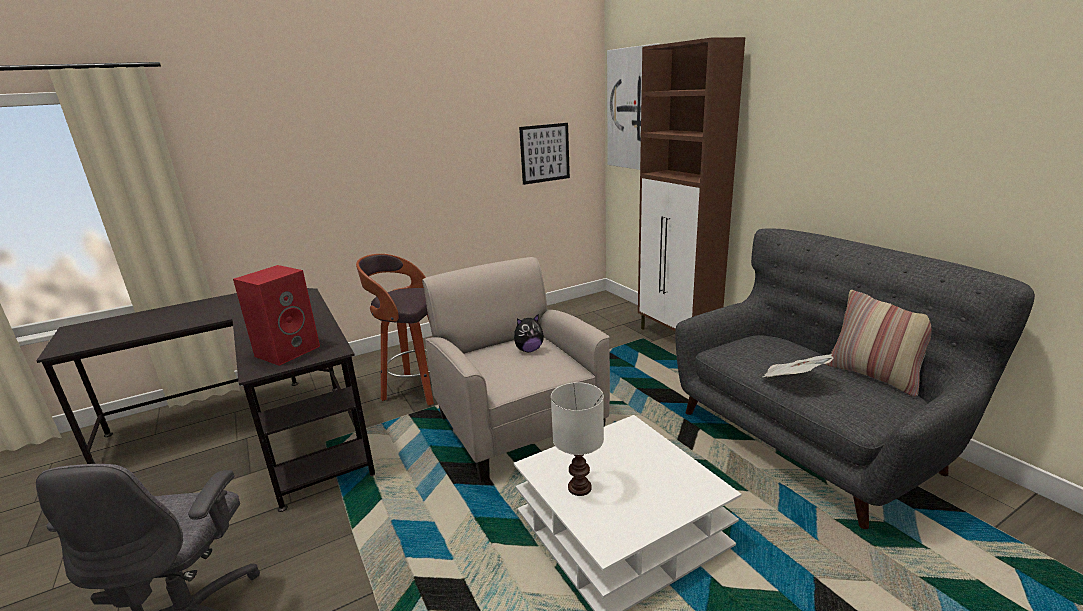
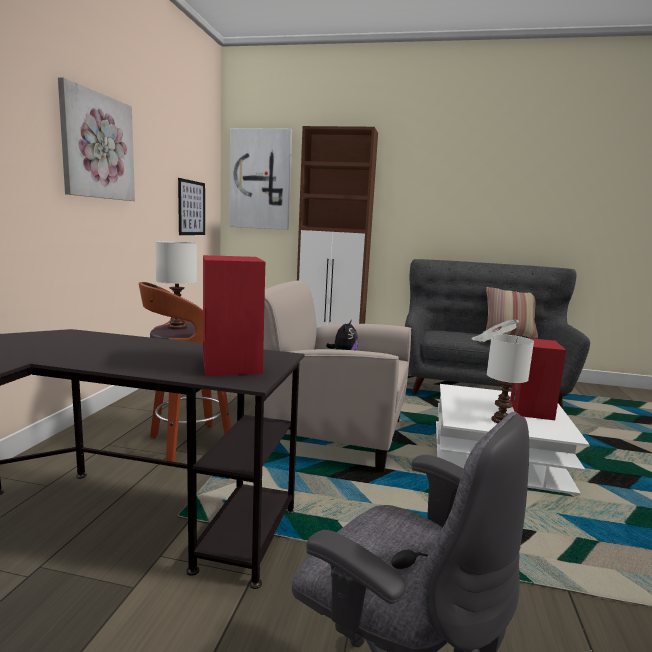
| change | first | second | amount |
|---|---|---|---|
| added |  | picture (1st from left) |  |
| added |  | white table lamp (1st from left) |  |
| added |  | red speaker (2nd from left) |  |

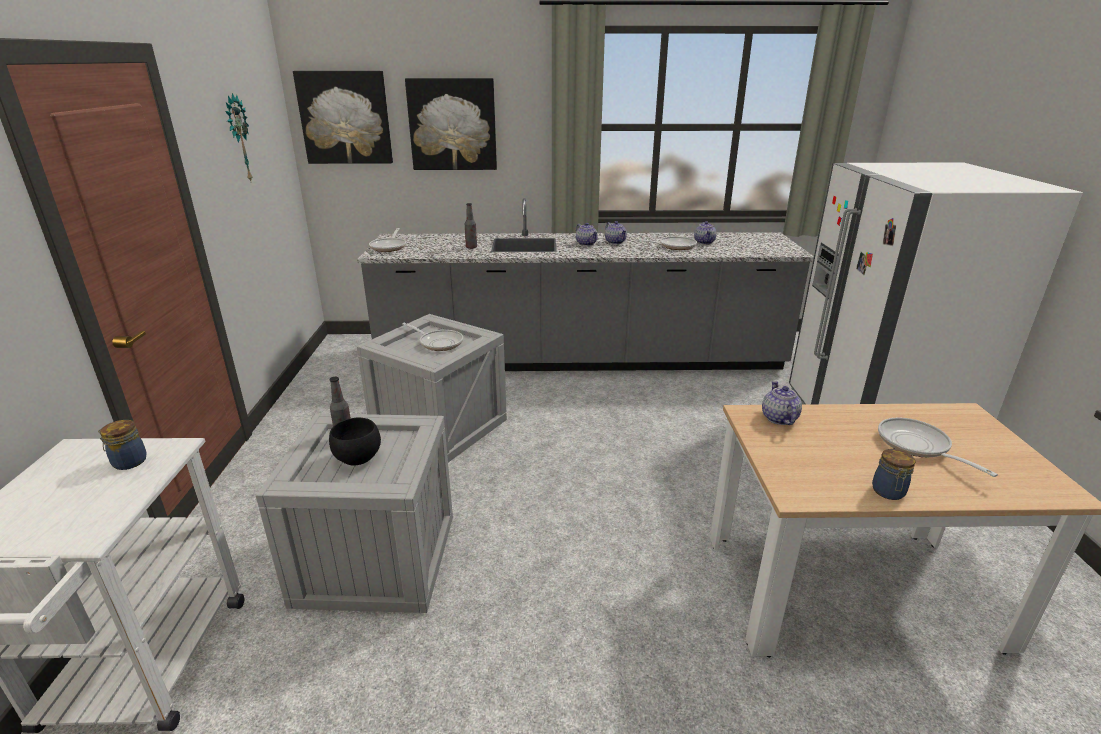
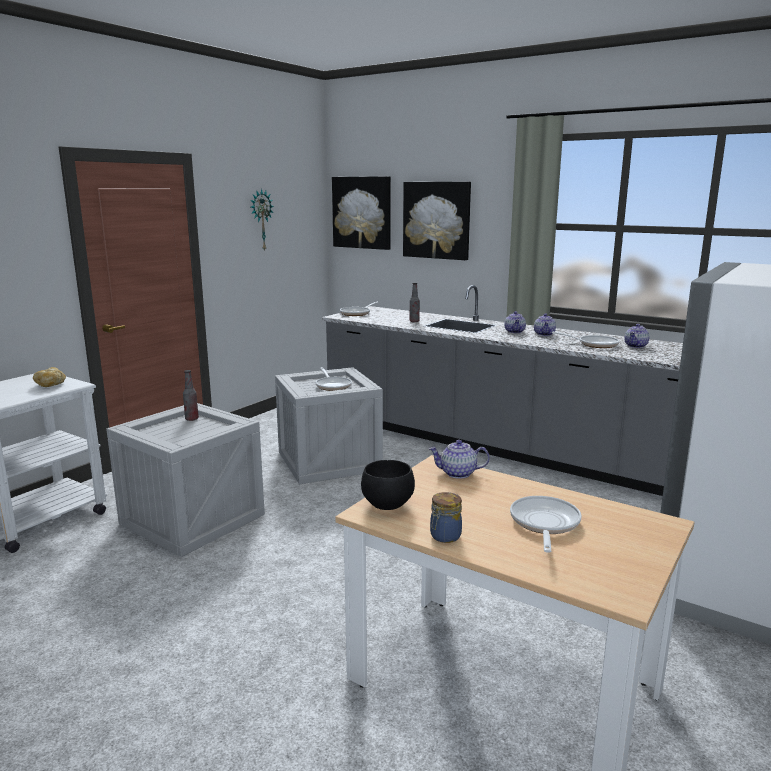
| change | first | second | amount |
|---|---|---|---|
| turned | teapot (4th from left in the first image) | teapot (1st from left) | 120 degrees counterclockwise |
| moved | black bowl |  |  |
| replaced | jar (1st from left) | bread |  |

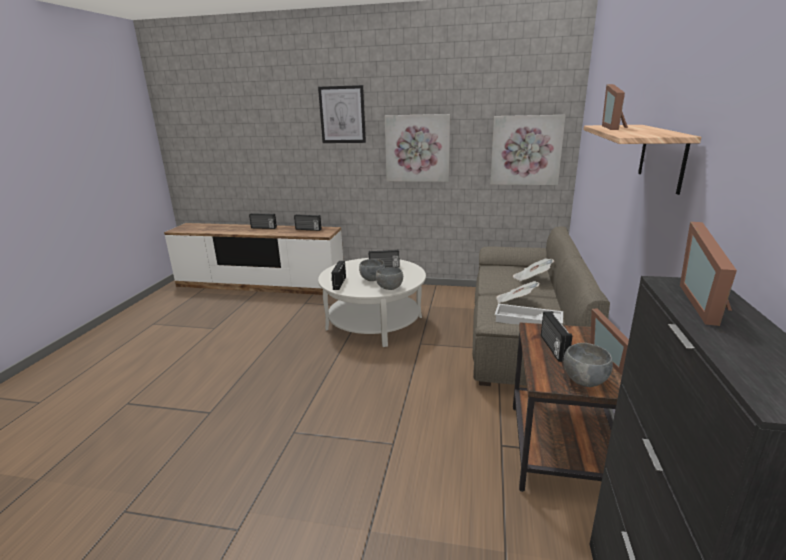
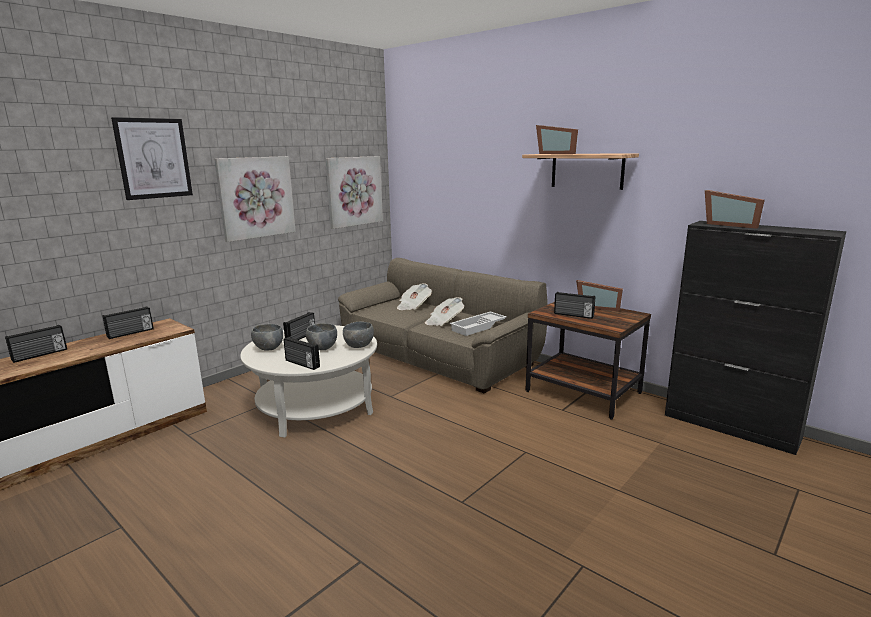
| change | first | second | amount |
|---|---|---|---|
| moved | grey bowl (3rd from left in the first image) | grey bowl (1st from left) |  |

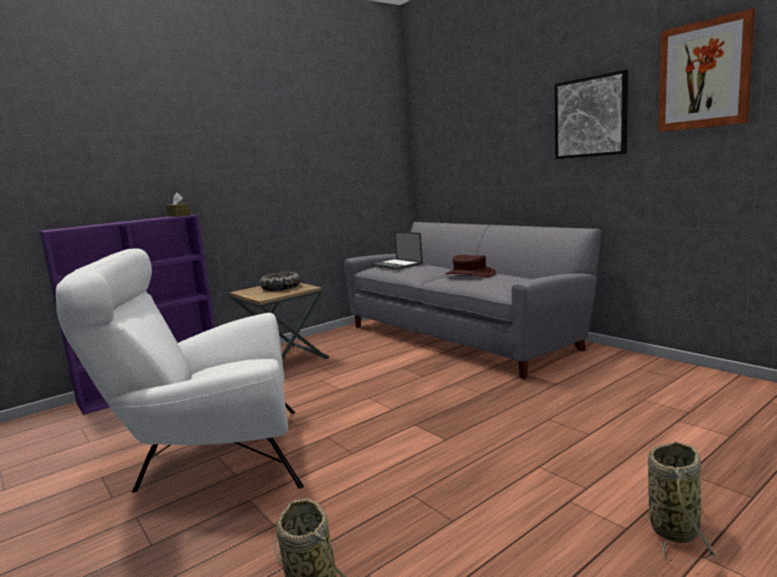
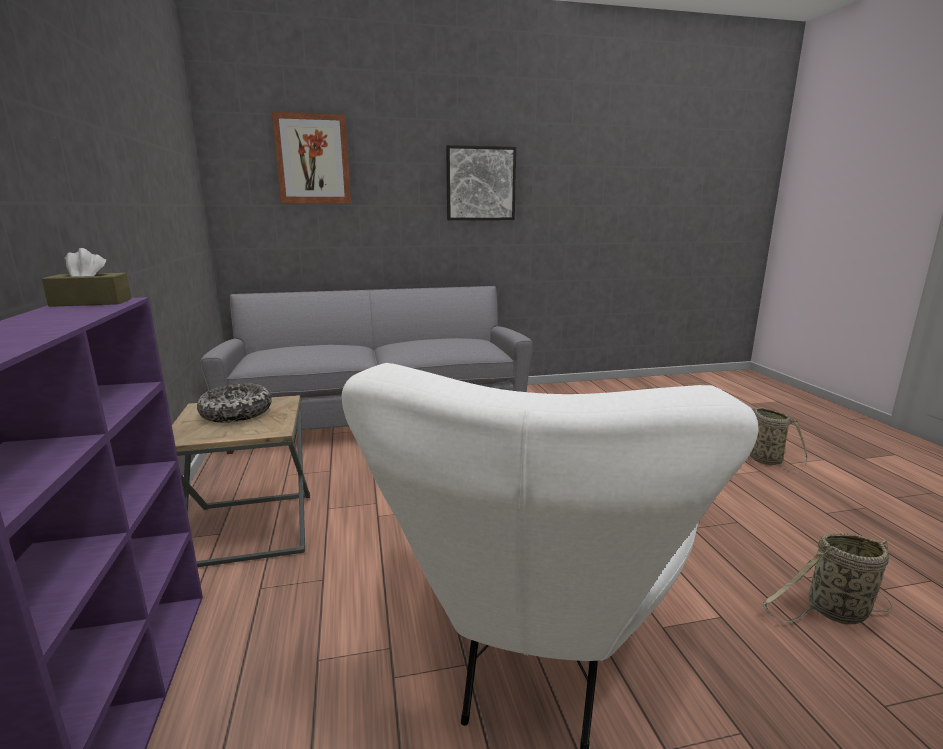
| change | first | second | amount |
|---|---|---|---|
| moved | picture (2nd from left in the first image) | picture (1st from left) |  |
| removed | laptop |  |  |
| removed | brown hat |  |  |

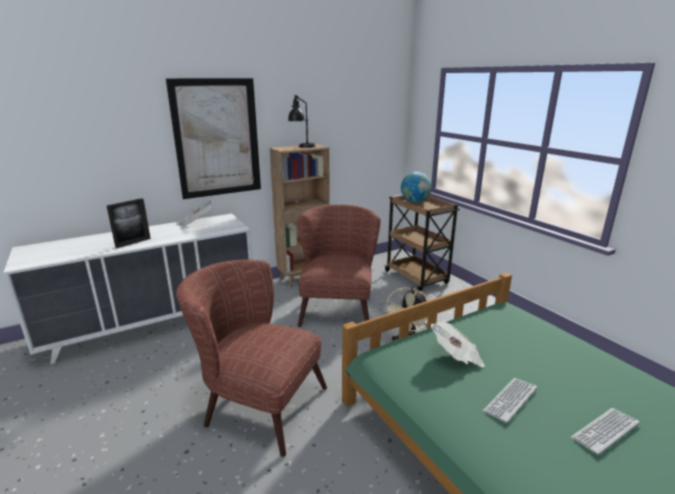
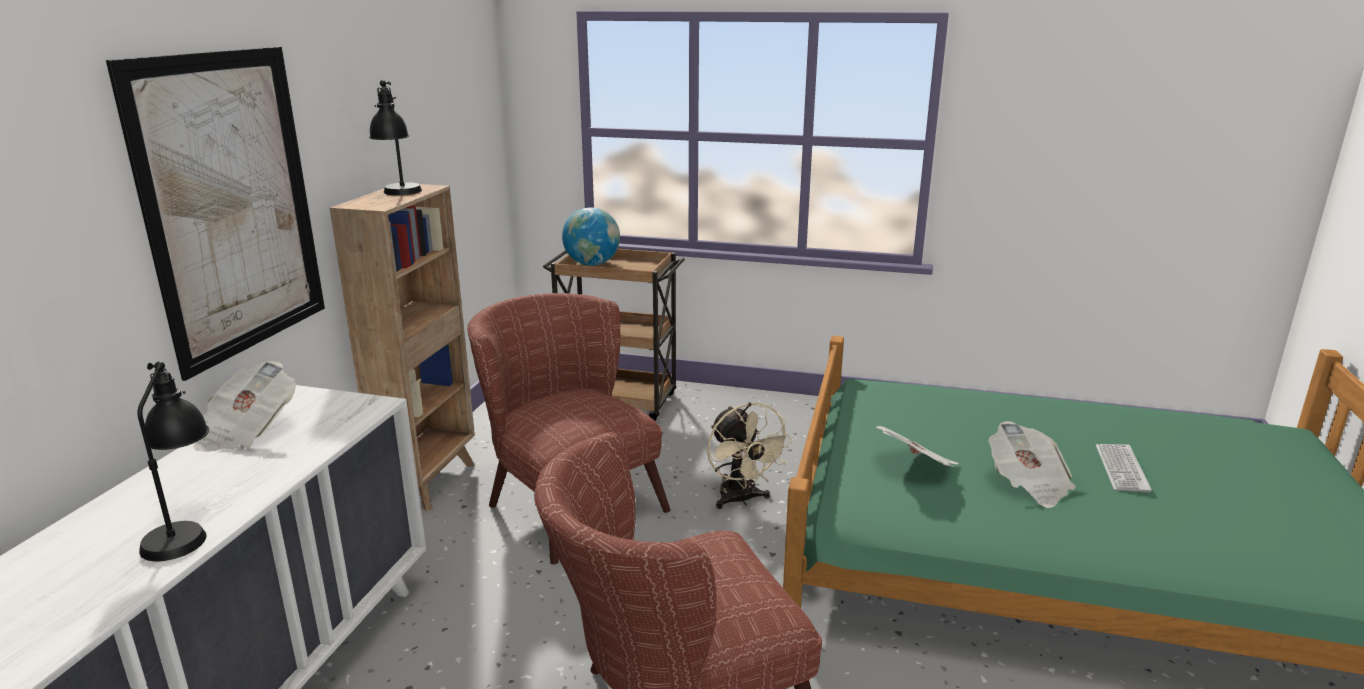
| change | first | second | amount |
|---|---|---|---|
| replaced | picture frame | black table lamp (1st from left) |  |
| replaced | keyboard (1st from left) | newspaper (3rd from left) |  |

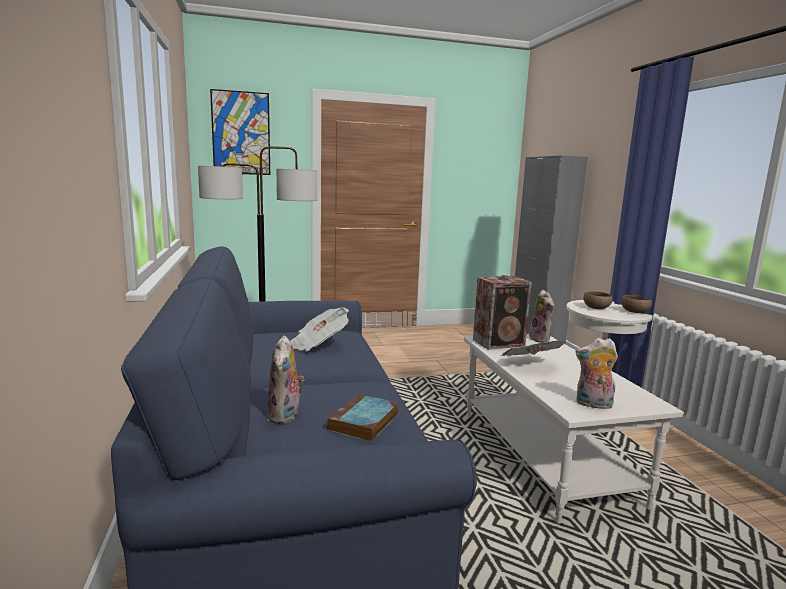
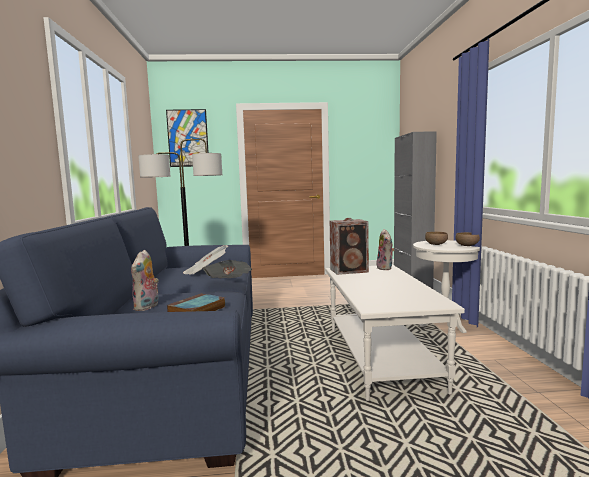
| change | first | second | amount |
|---|---|---|---|
| removed | plush toy (3rd from left) |  |  |
| moved | newspaper (2nd from left) |  |  |

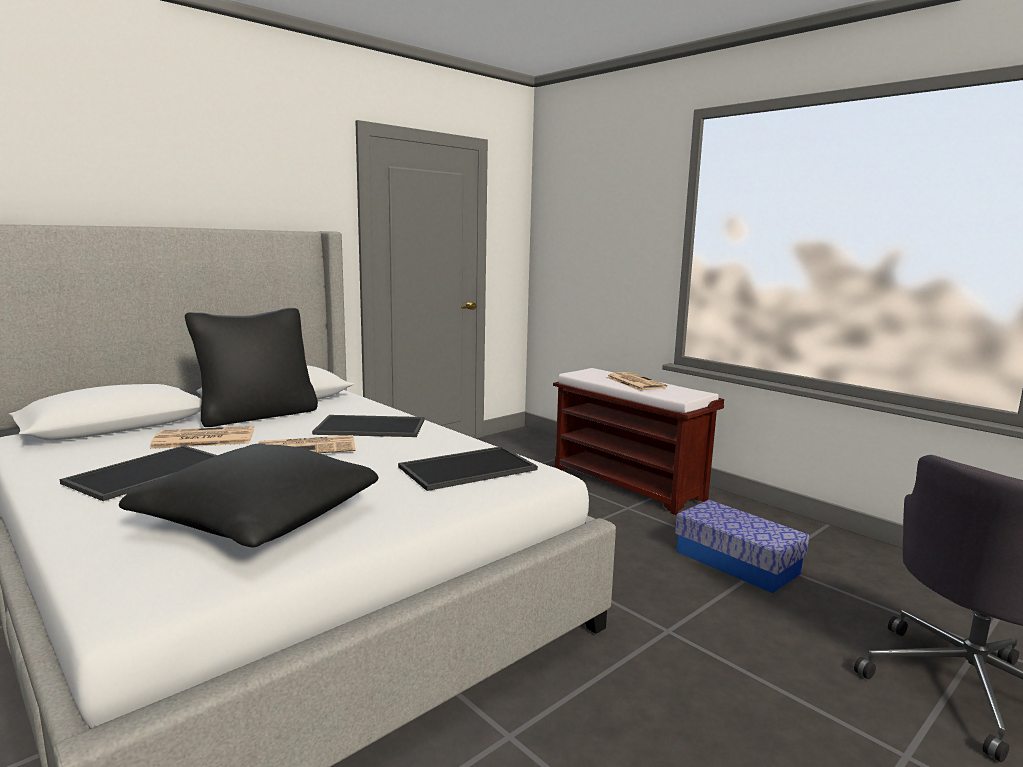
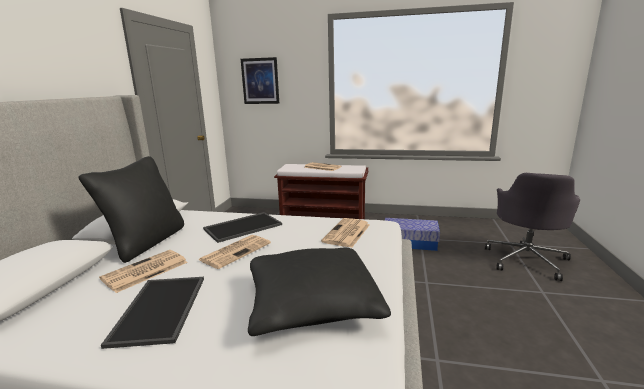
| change | first | second | amount |
|---|---|---|---|
| replaced | tray (3rd from left) | newspaper (4th from left) |  |
| added |  | picture |  |

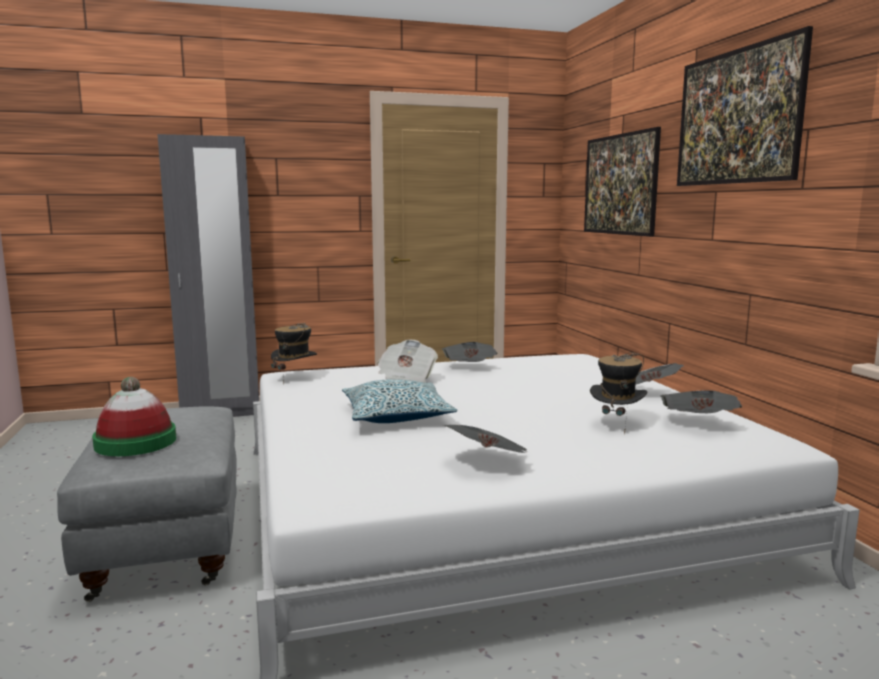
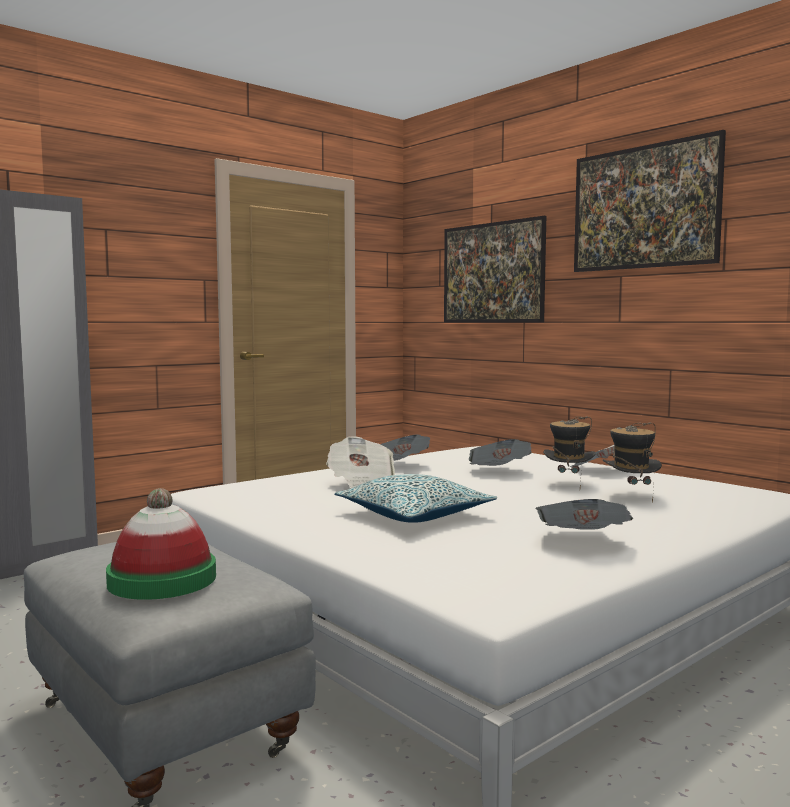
| change | first | second | amount |
|---|---|---|---|
| moved | hat (2nd from left) |  |  |
| moved | newspaper (5th from left in the first image) | newspaper (3rd from left) |  |

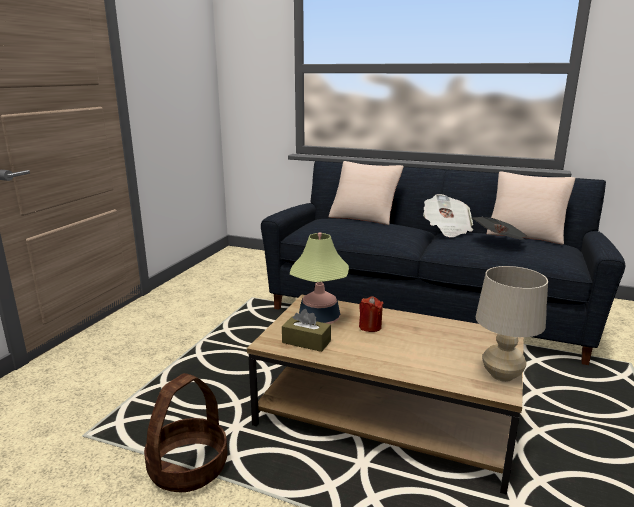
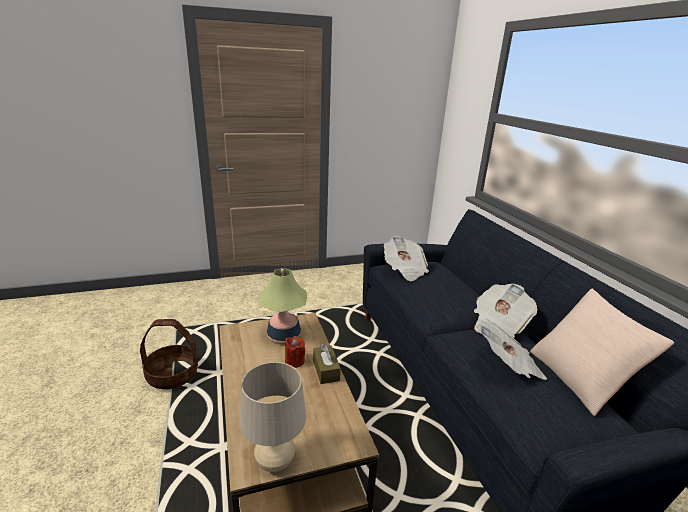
| change | first | second | amount |
|---|---|---|---|
| removed | beige pillow (1st from left) |  |  |
| moved | brown tissue box |  |  |
| added |  | newspaper (1st from left) |  |

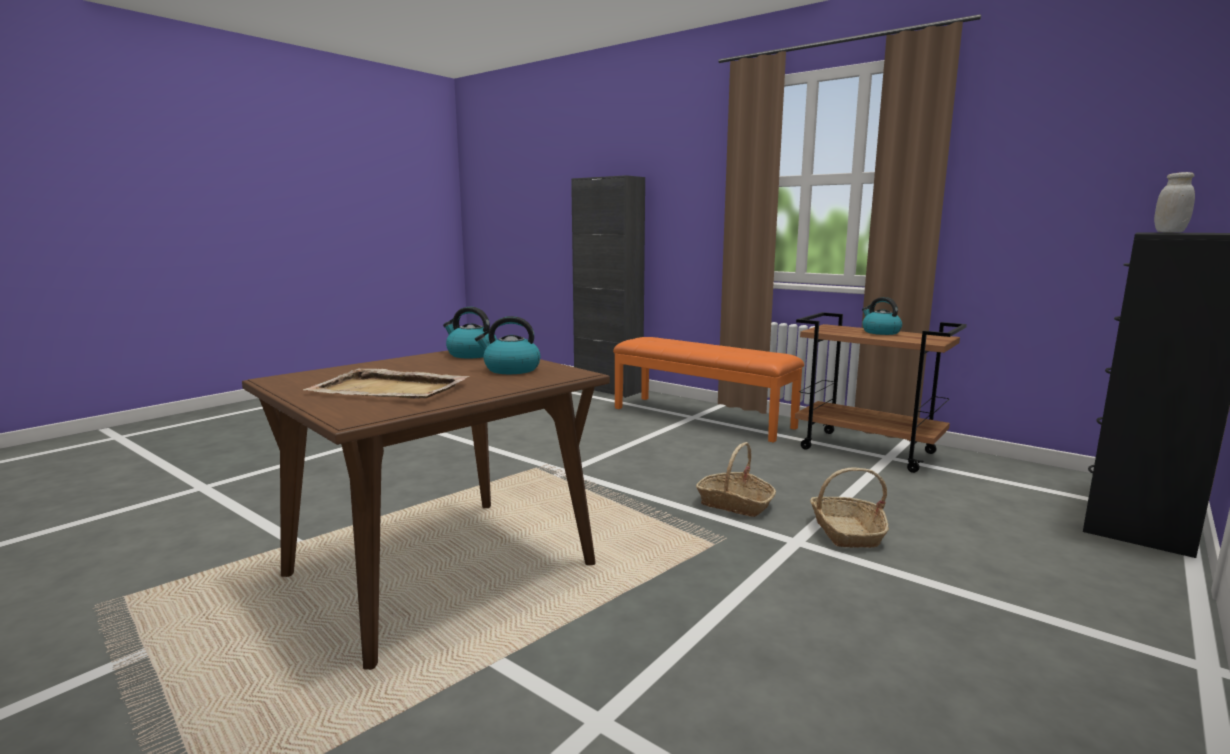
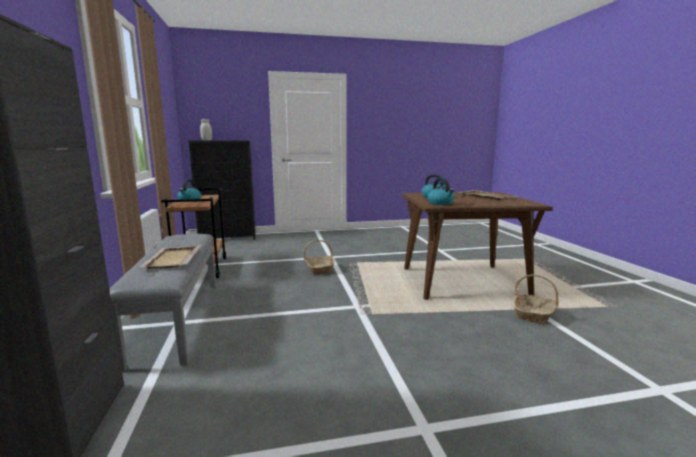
| change | first | second | amount |
|---|---|---|---|
| recoloured | orange bench | grey bench |  |
| moved | basket (2nd from left) |  |  |
| added |  | beige tray (1st from left) |  |

